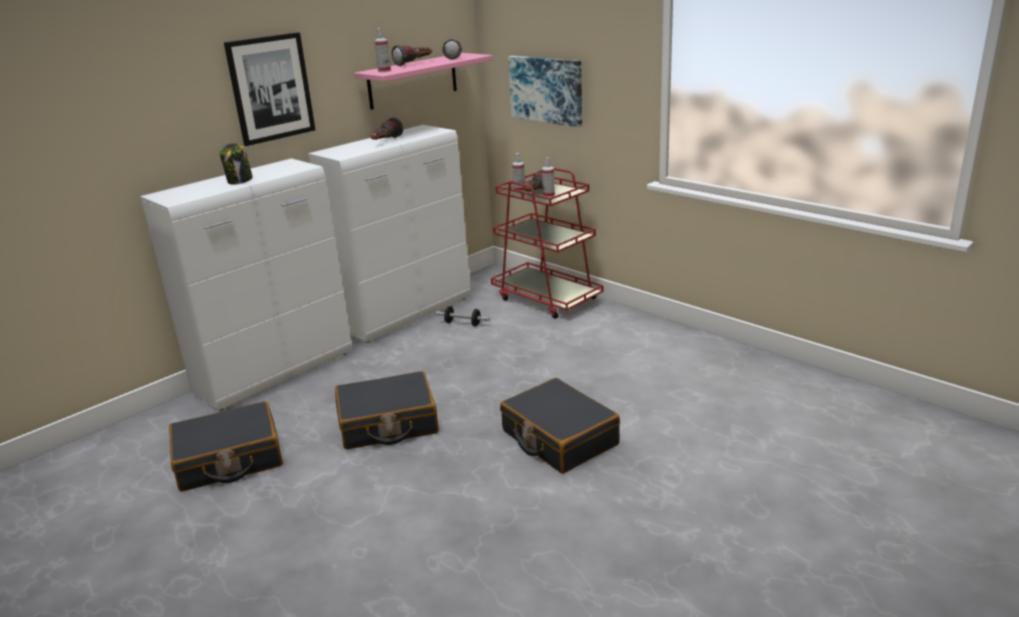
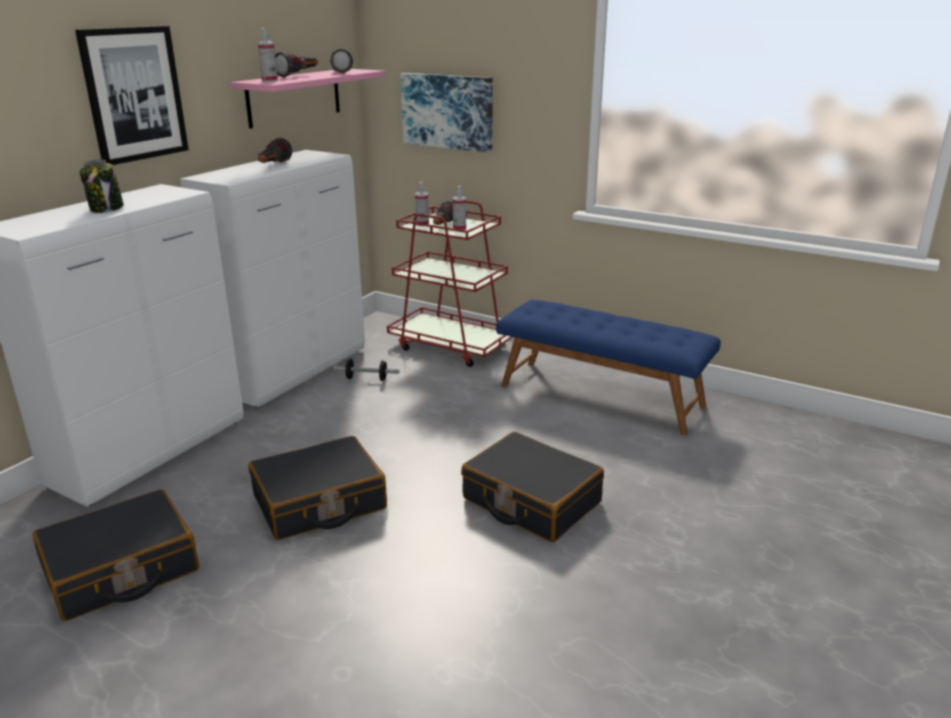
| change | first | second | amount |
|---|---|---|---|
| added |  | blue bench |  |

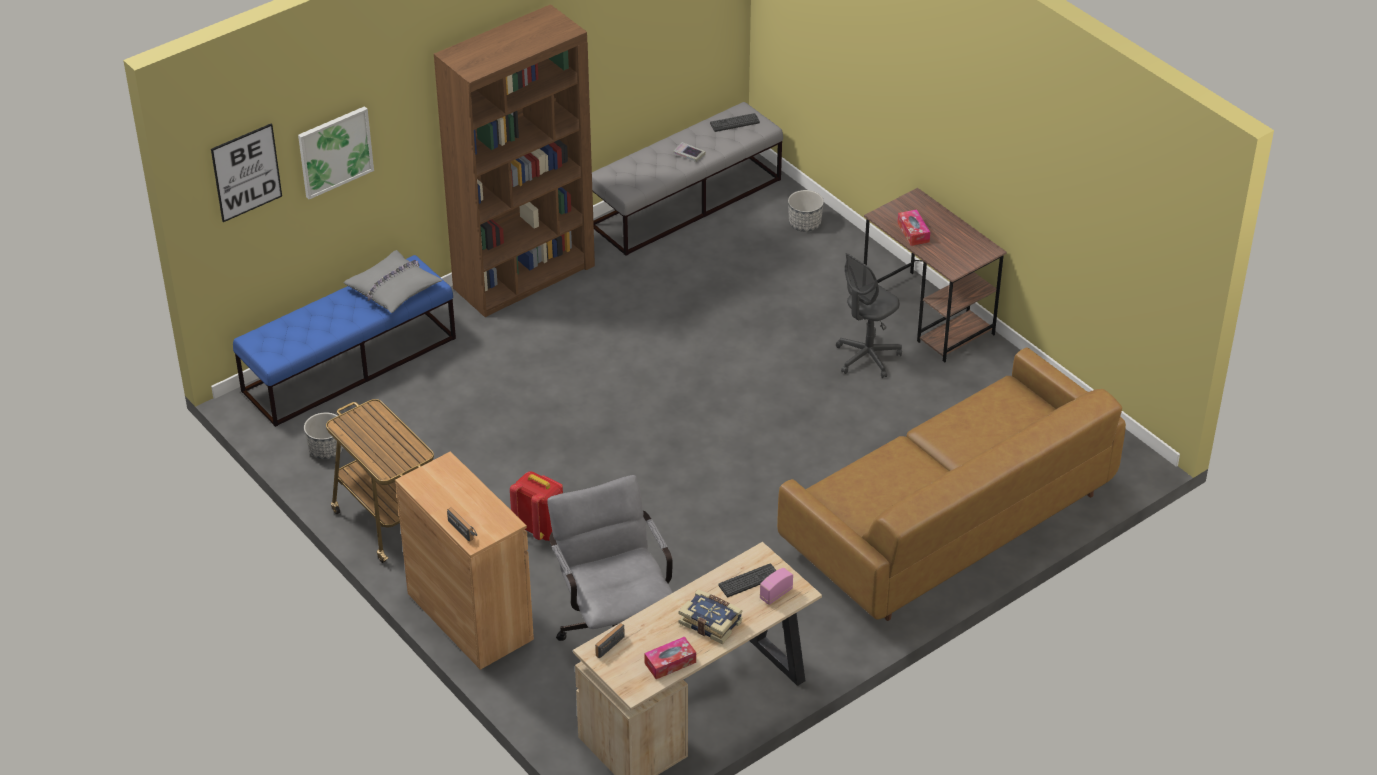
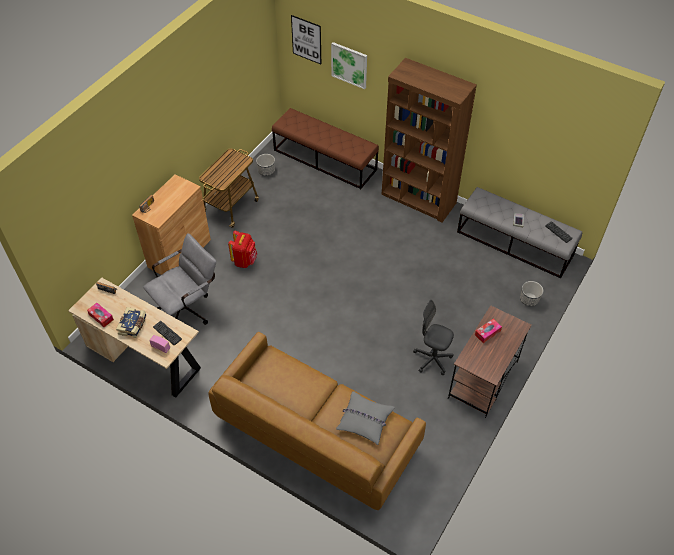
| change | first | second | amount |
|---|---|---|---|
| moved | grey pillow |  |  |
| recoloured | blue bench | brown bench |  |

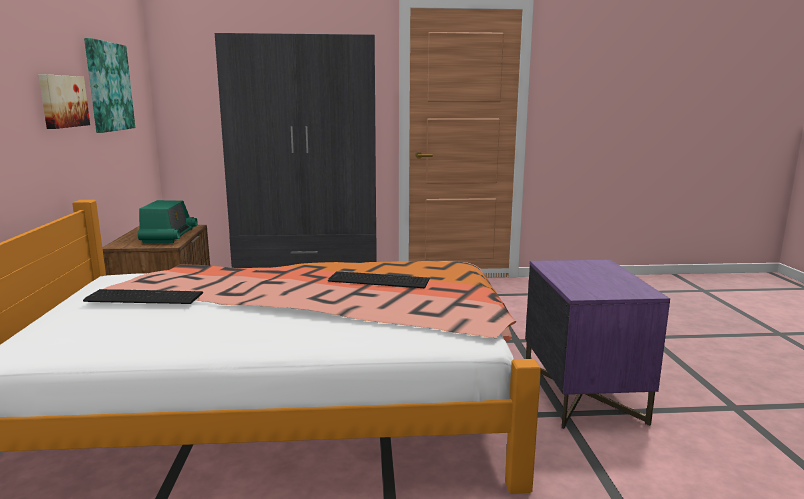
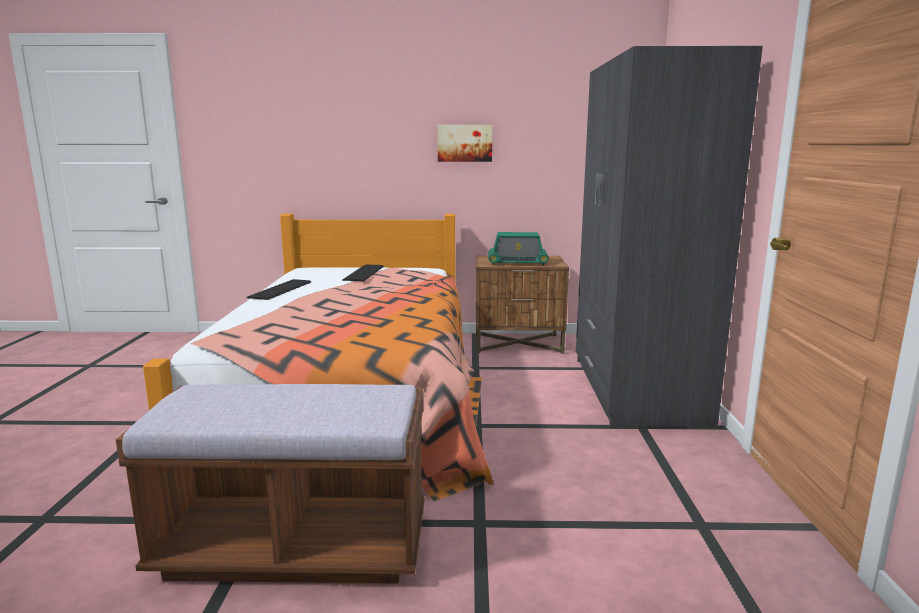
| change | first | second | amount |
|---|---|---|---|
| removed | picture (2nd from left) |  |  |
| replaced | purple nightstand | brown bench |  |
| moved | keyboard (2nd from left in the first image) | keyboard (1st from left) |  |

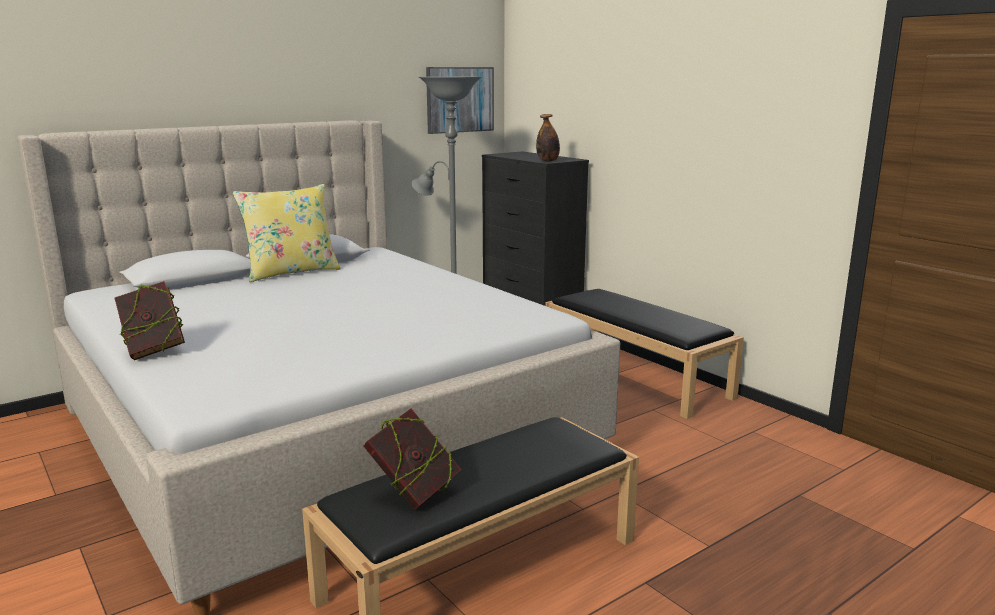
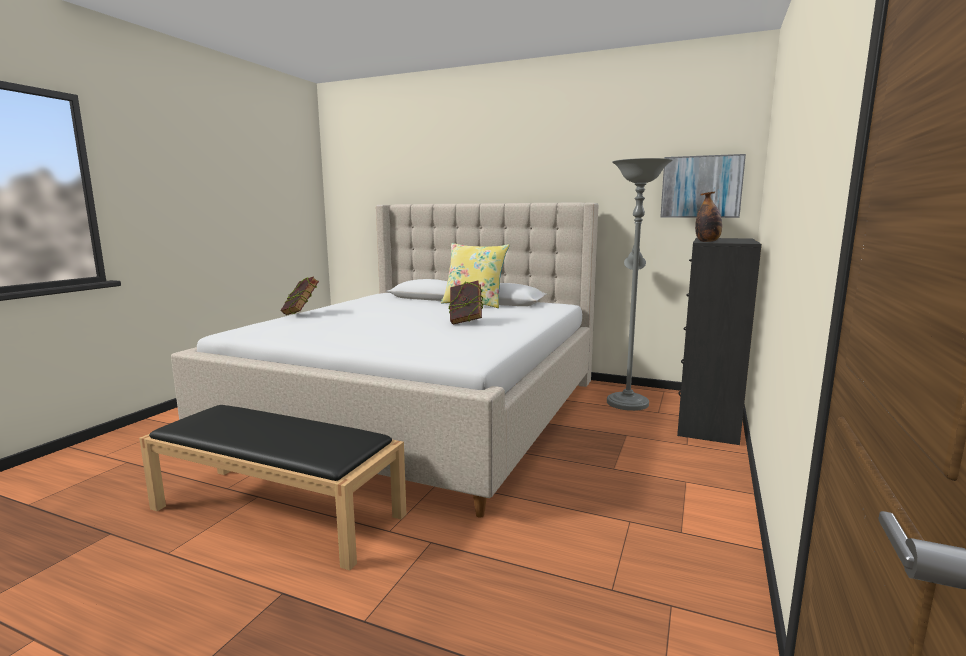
| change | first | second | amount |
|---|---|---|---|
| removed | black bench (2nd from left) |  |  |
| moved | book (2nd from left) |  |  |

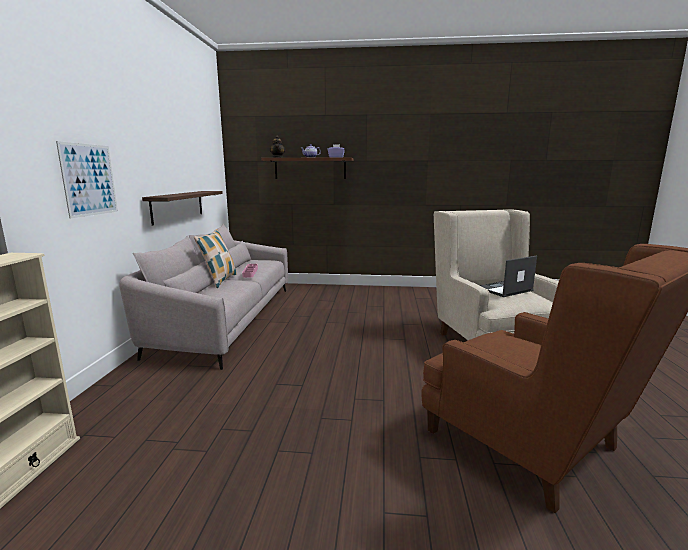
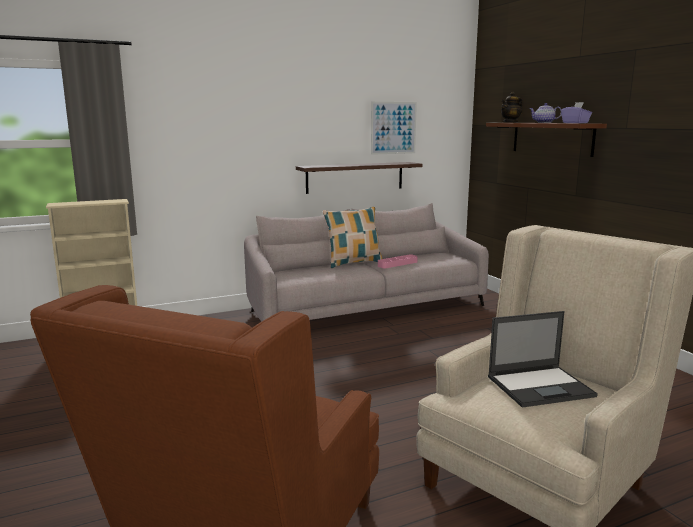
| change | first | second | amount |
|---|---|---|---|
| moved | picture |  |  |
| turned | laptop |  | 135 degrees clockwise |

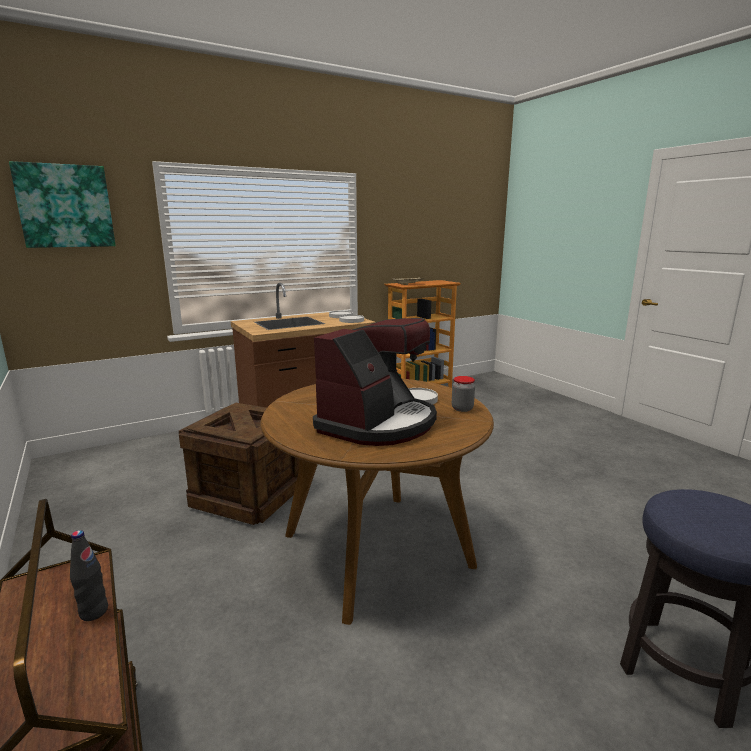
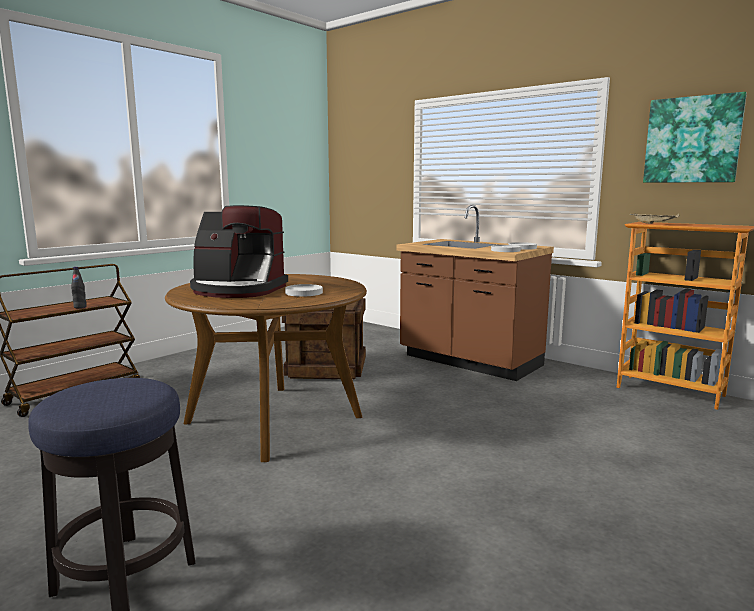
| change | first | second | amount |
|---|---|---|---|
| moved | picture |  |  |
| removed | jar |  |  |

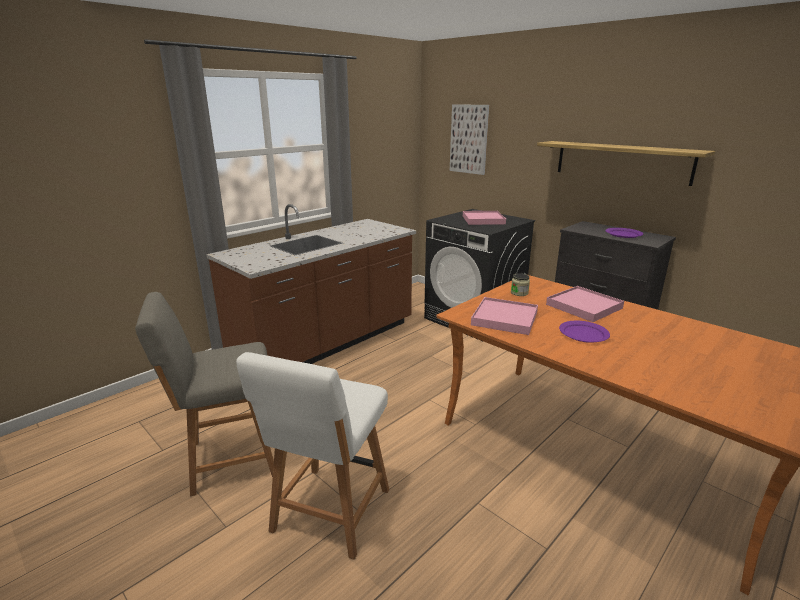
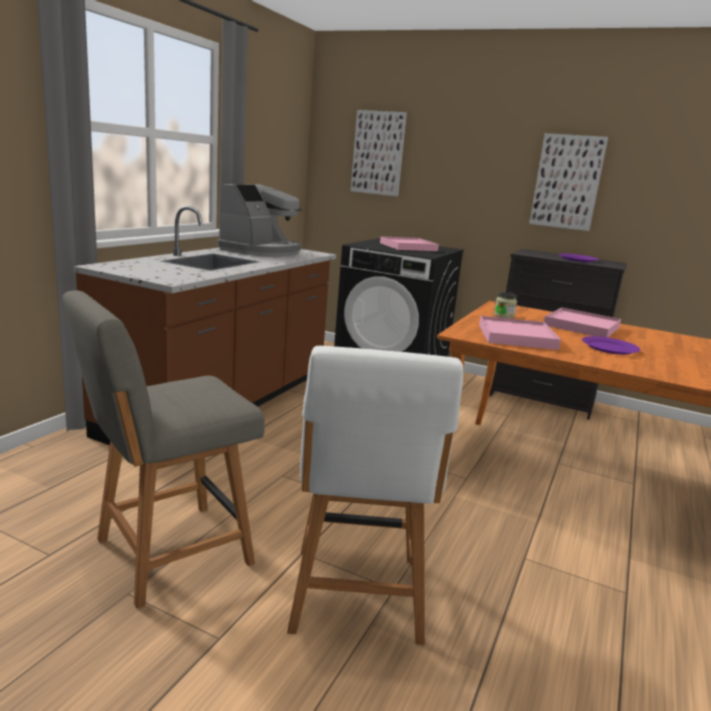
| change | first | second | amount |
|---|---|---|---|
| replaced | shelf | picture (2nd from left) |  |
| added |  | coffee machine |  |

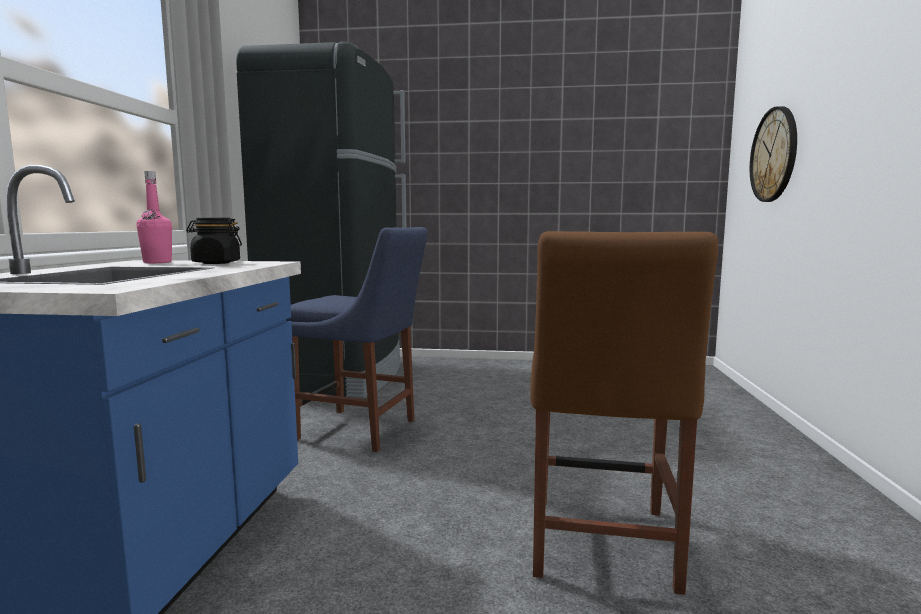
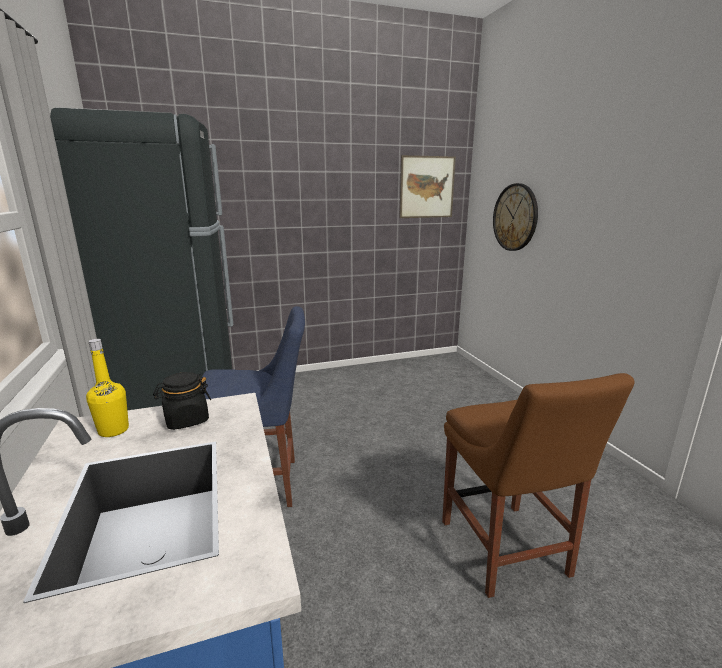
| change | first | second | amount |
|---|---|---|---|
| recoloured | pink bottle | yellow bottle |  |
| added |  | picture |  |

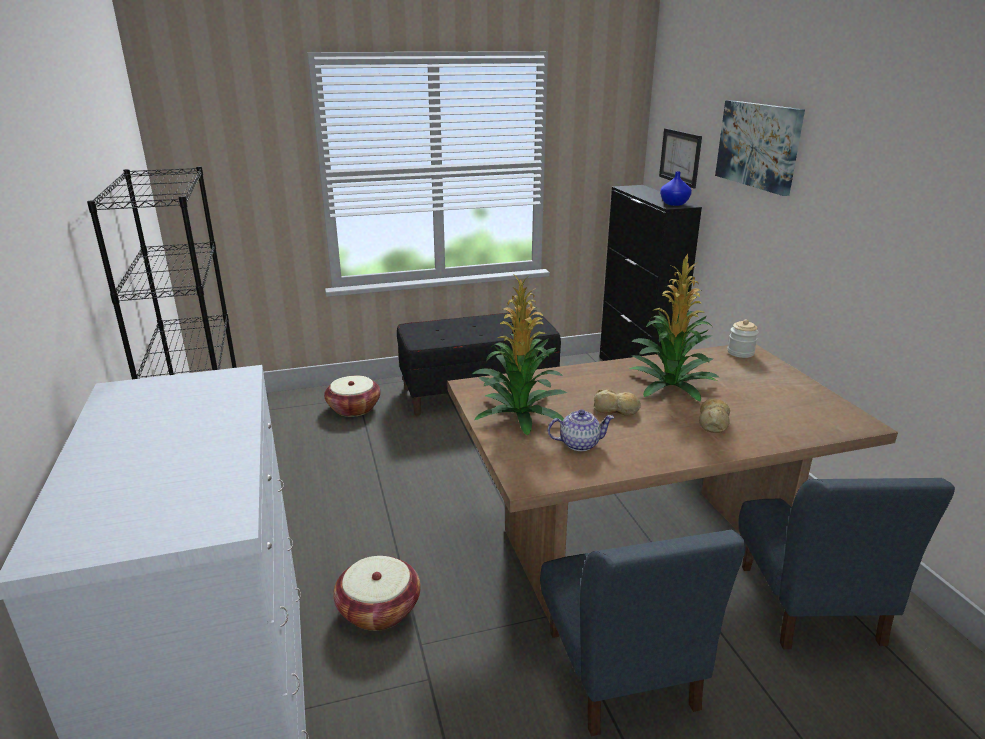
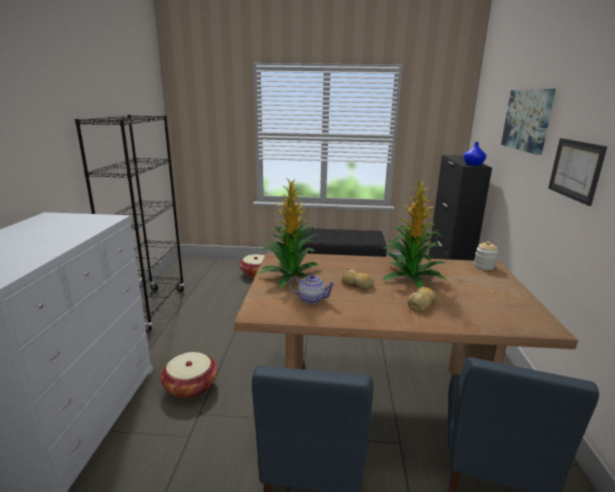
| change | first | second | amount |
|---|---|---|---|
| moved | picture (1st from left in the first image) | picture (2nd from left) |  |

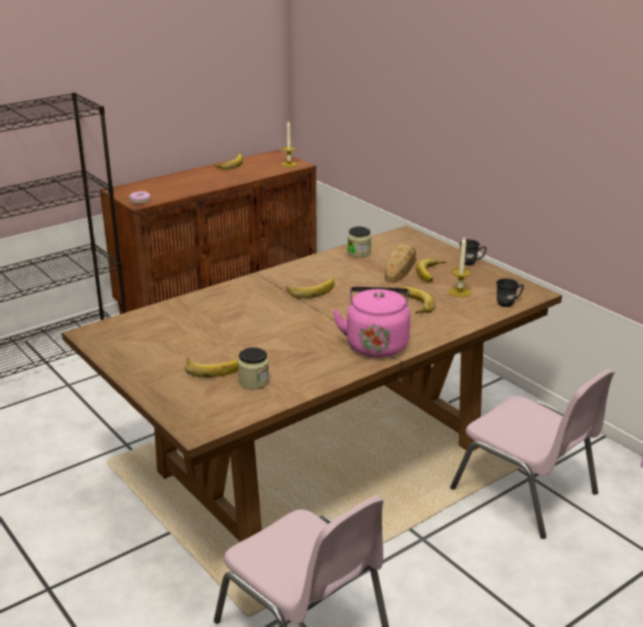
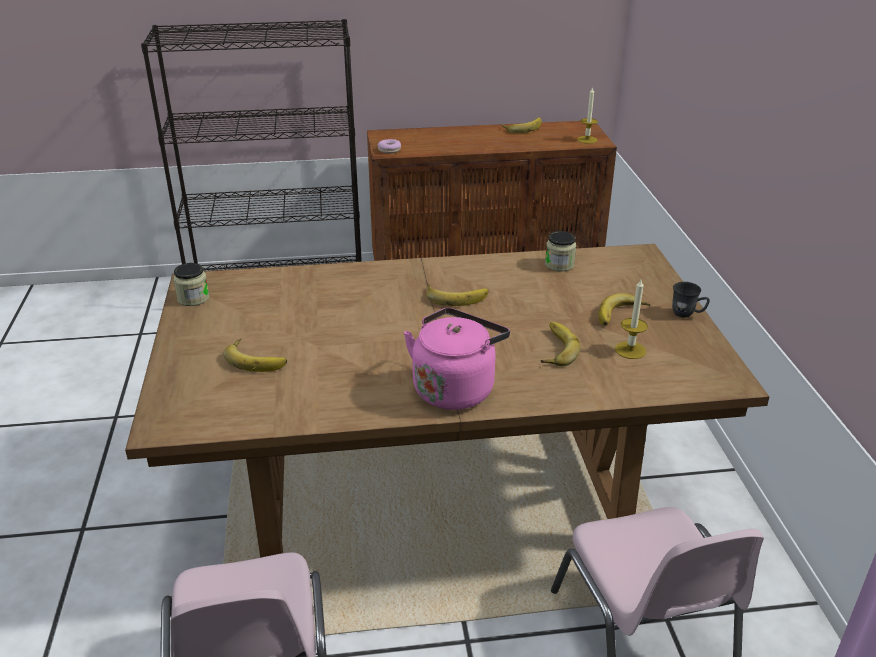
| change | first | second | amount |
|---|---|---|---|
| removed | bread |  |  |
| removed | grey mug (2nd from left) |  |  |
| moved | jar (1st from left) |  |  |

